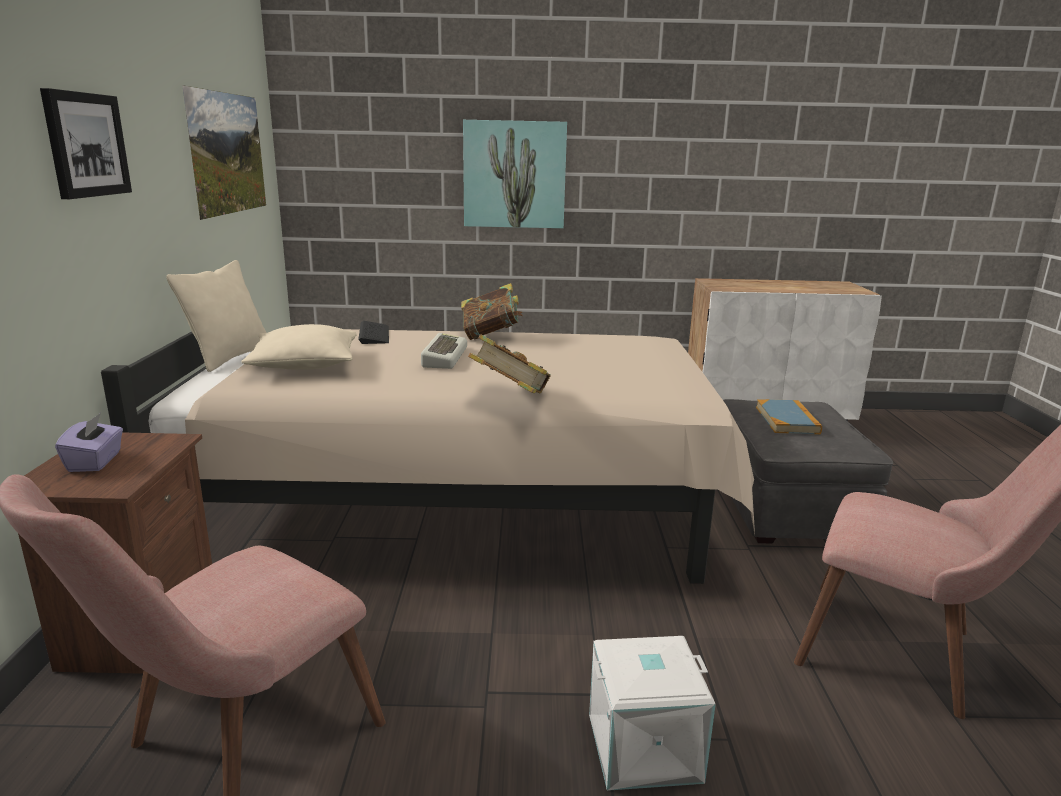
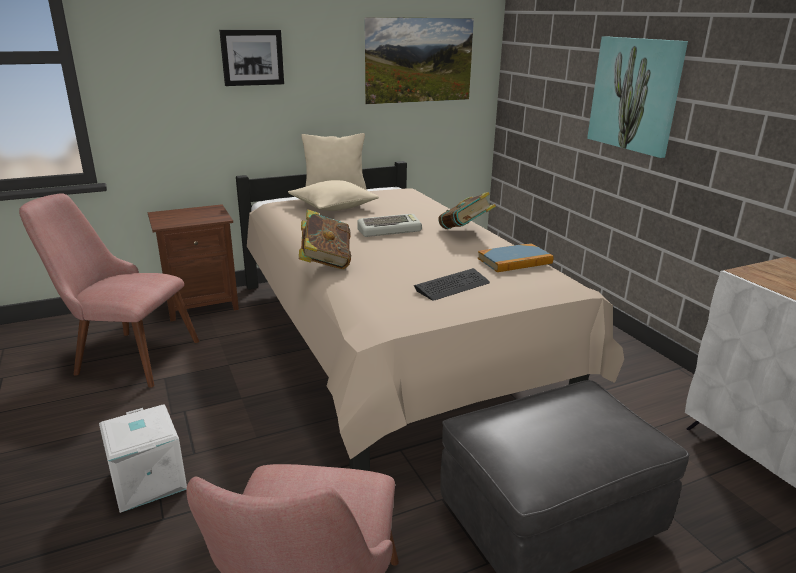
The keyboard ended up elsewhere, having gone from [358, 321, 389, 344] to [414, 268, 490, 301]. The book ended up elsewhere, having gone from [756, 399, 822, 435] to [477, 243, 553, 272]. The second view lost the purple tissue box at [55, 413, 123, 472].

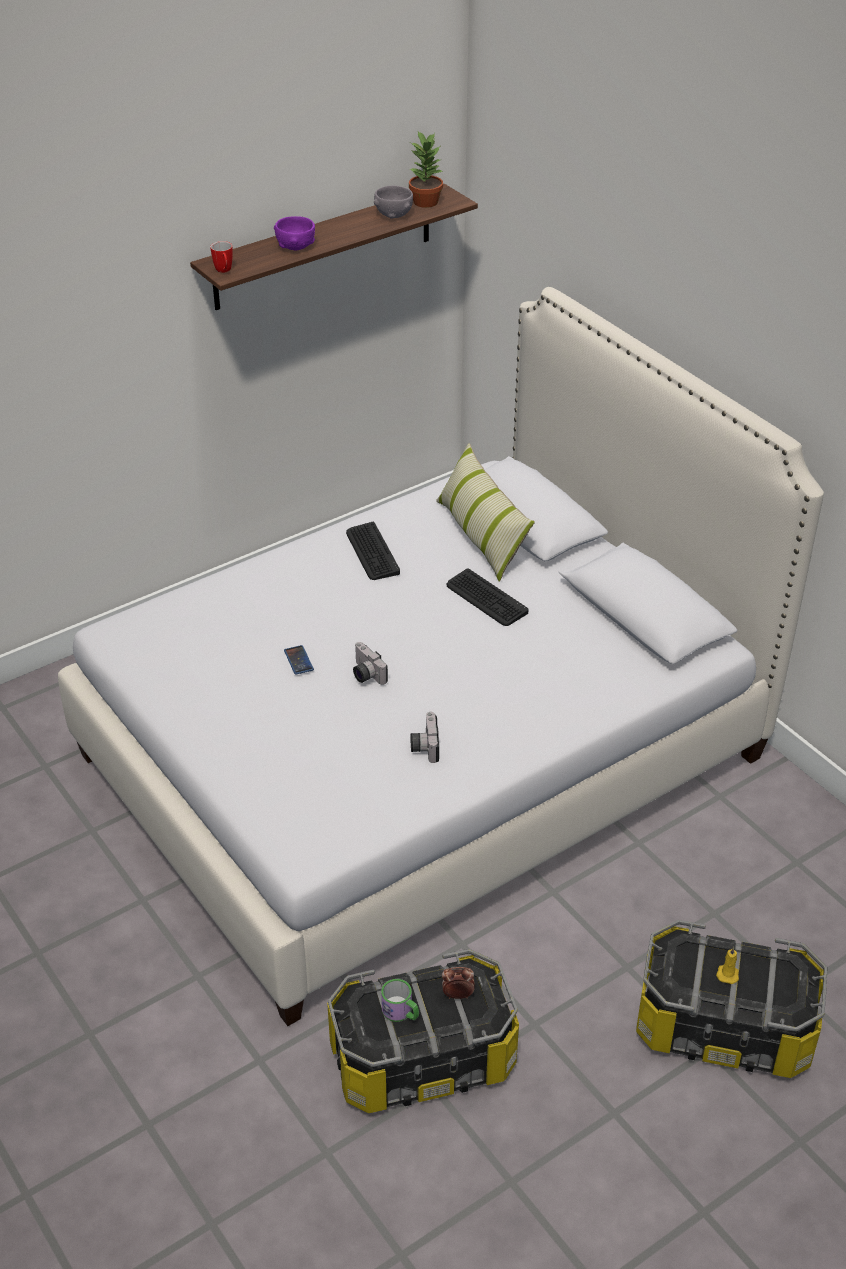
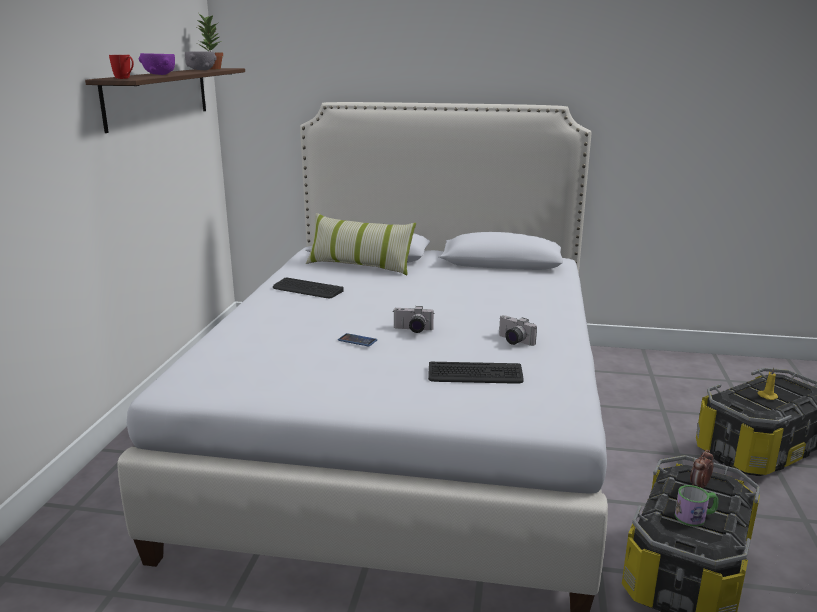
The keyboard ended up elsewhere, having gone from [447, 568, 528, 626] to [428, 362, 524, 384].

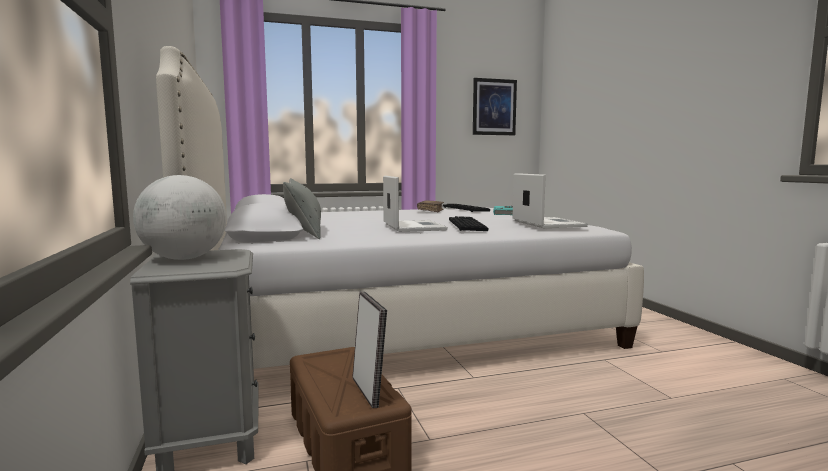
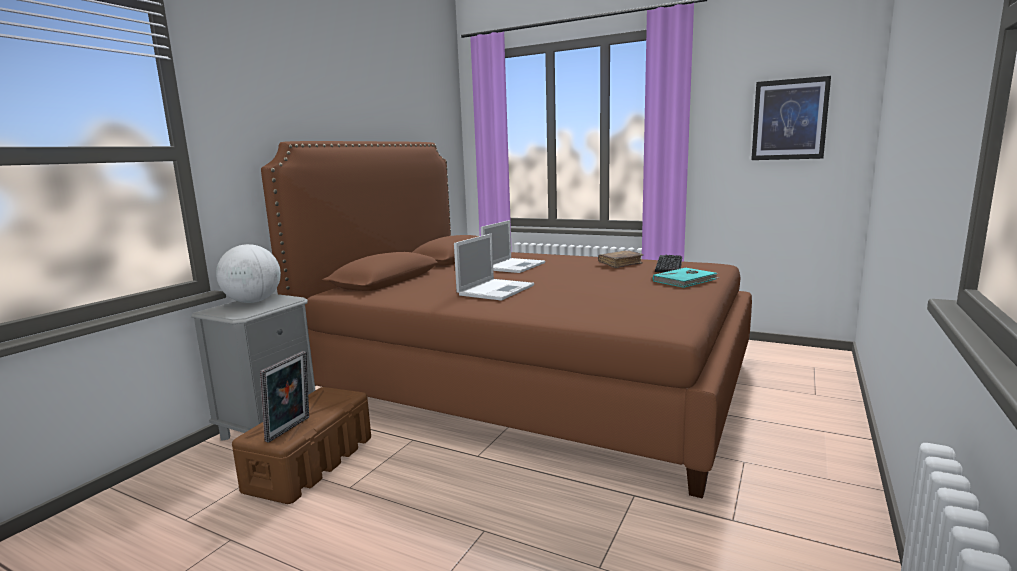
What was the white bed at [156, 46, 644, 369] turned into the brown bed at [261, 141, 752, 499]. The laptop ended up elsewhere, having gone from [512, 173, 588, 228] to [481, 220, 545, 273]. The second view lost the grey pillow at [283, 178, 321, 239]. The second view lost the keyboard at [449, 216, 488, 231].

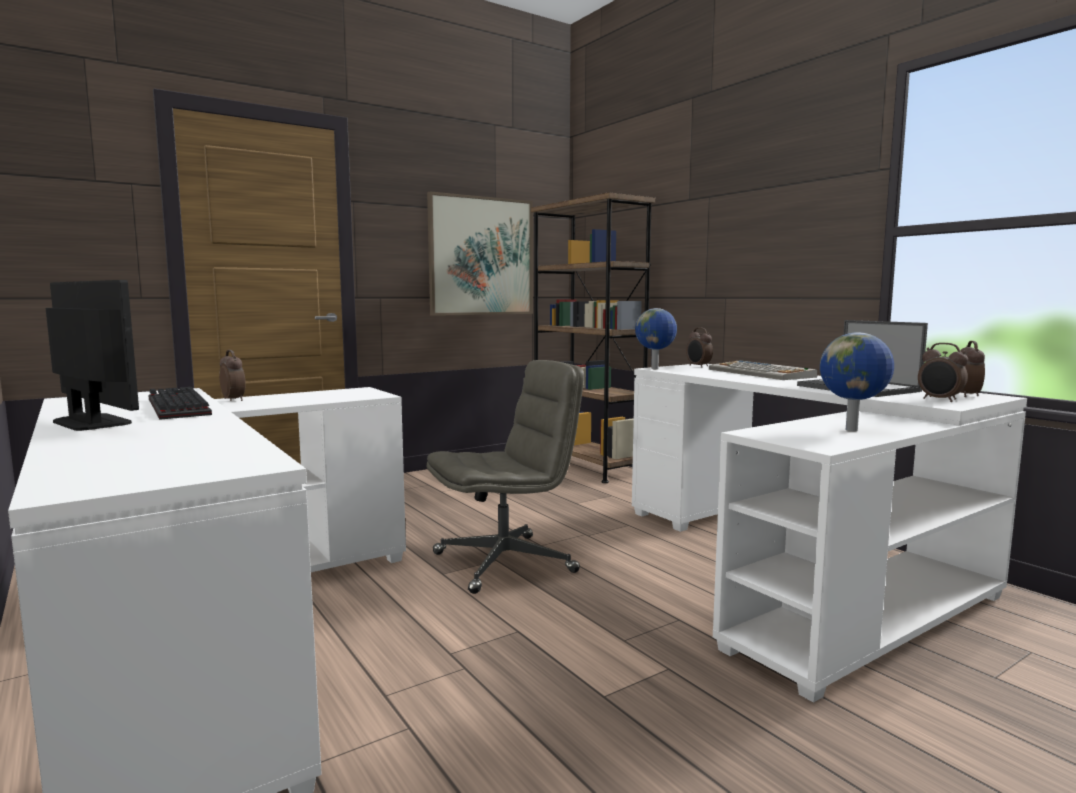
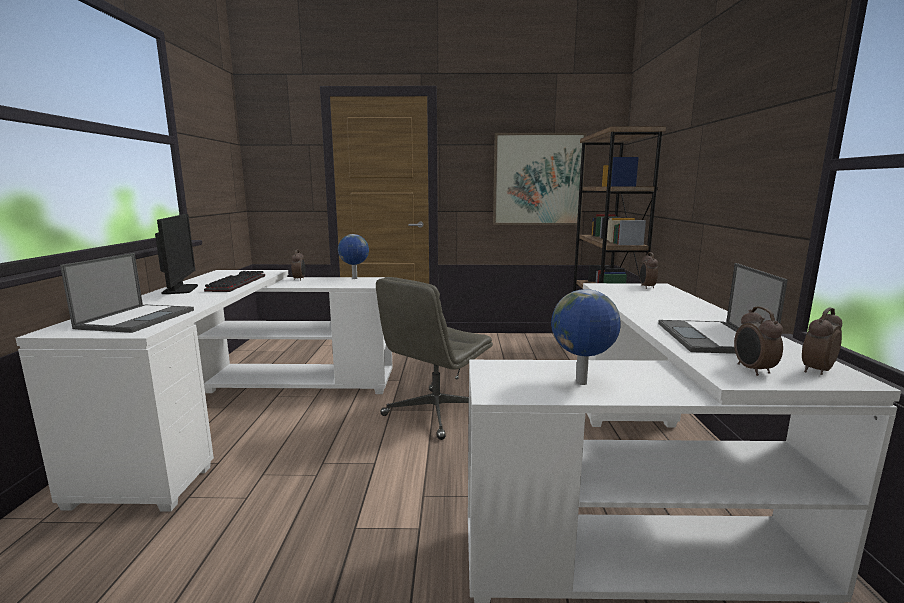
The globe ended up elsewhere, having gone from [635, 308, 677, 369] to [338, 234, 369, 279]. The grey office chair at [427, 360, 584, 594] ended up facing another way, 120 degrees clockwise from before. The second view lost the keyboard at [709, 360, 817, 380]. The second view gained the laptop at [60, 253, 194, 333].

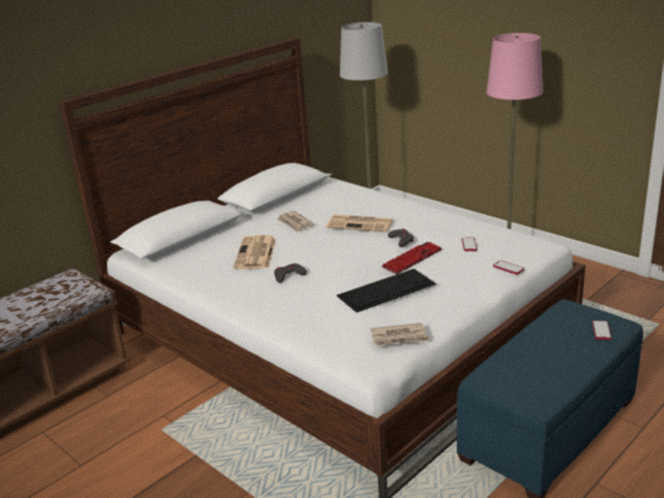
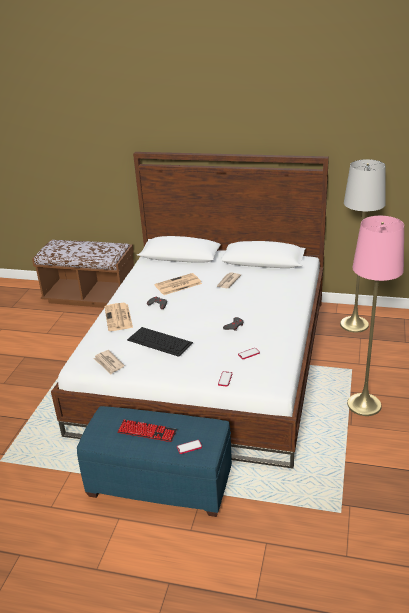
The newspaper ended up elsewhere, having gone from [326, 215, 393, 232] to [104, 303, 133, 331]. The keyboard ended up elsewhere, having gone from [382, 242, 442, 274] to [117, 419, 177, 442].

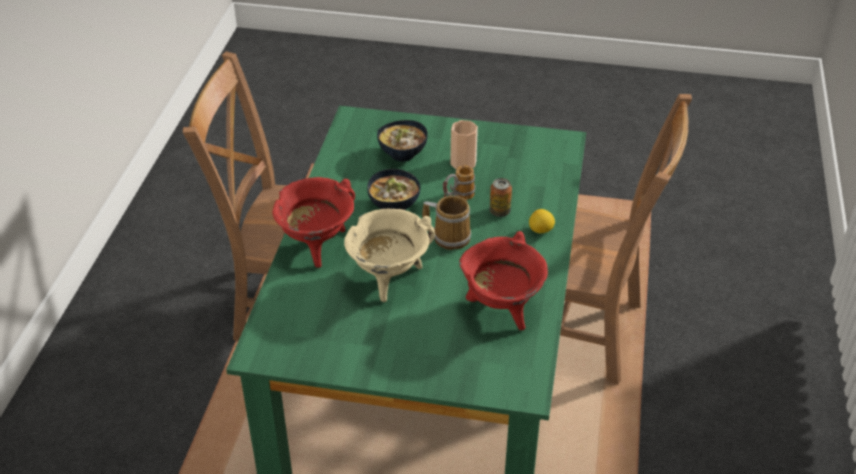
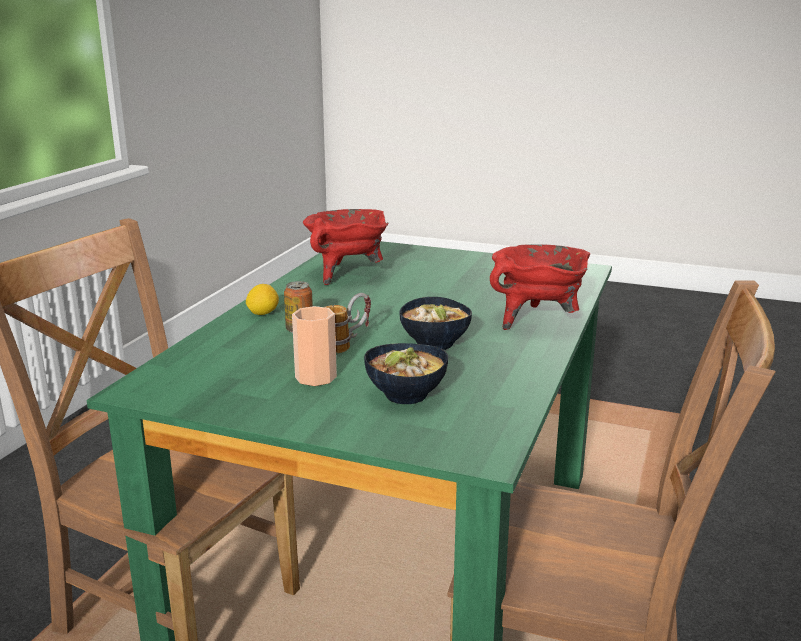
The second view lost the mug at [422, 195, 471, 250]. The second view lost the beige cooking pot at [344, 209, 435, 302].

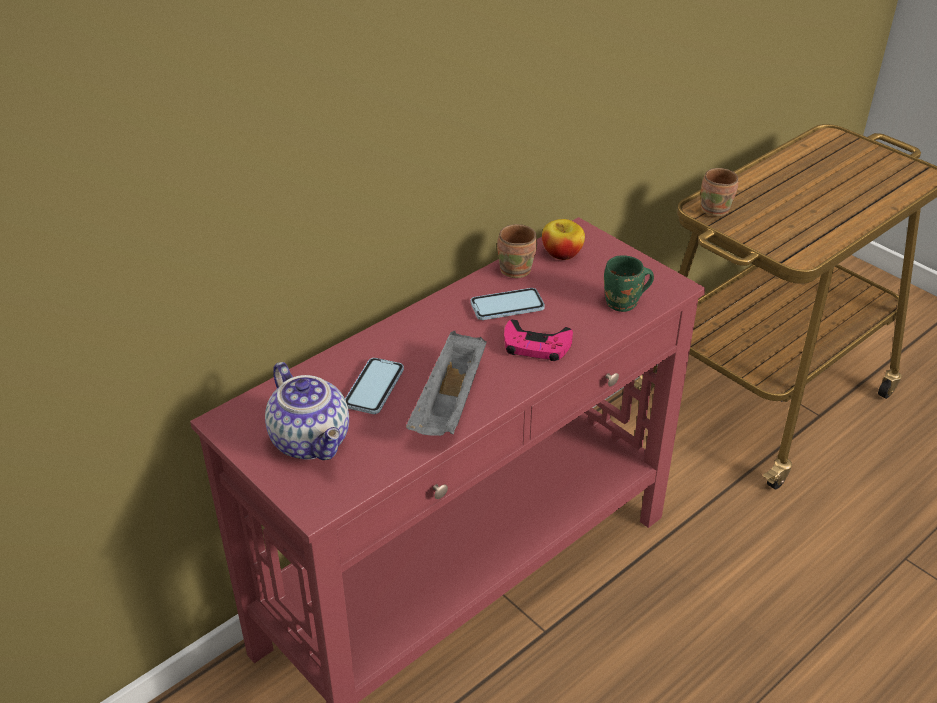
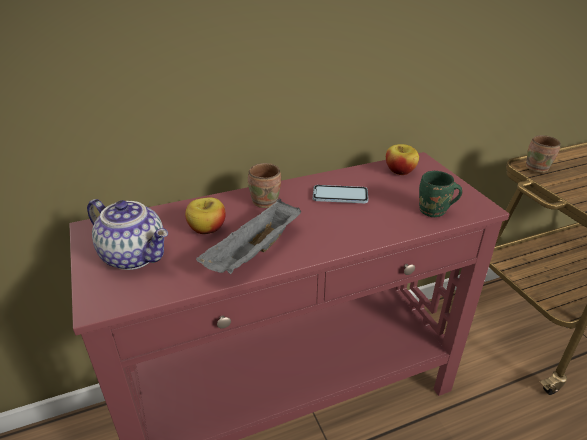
The brown mug ended up elsewhere, having gone from [497, 224, 537, 278] to [248, 163, 281, 208]. The second view lost the pink game controller at [504, 319, 573, 361]. Where the phone stood at [345, 358, 404, 414], the apple came to stand at [185, 197, 226, 234]. The teapot at [265, 362, 349, 460] ended up facing another way, 45 degrees counterclockwise from before.

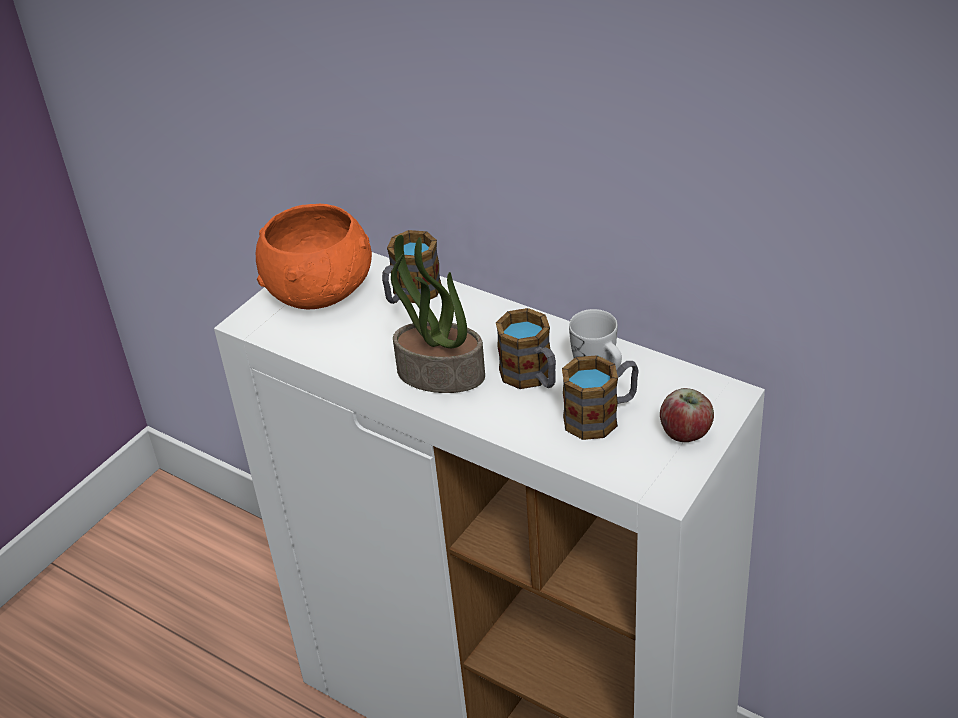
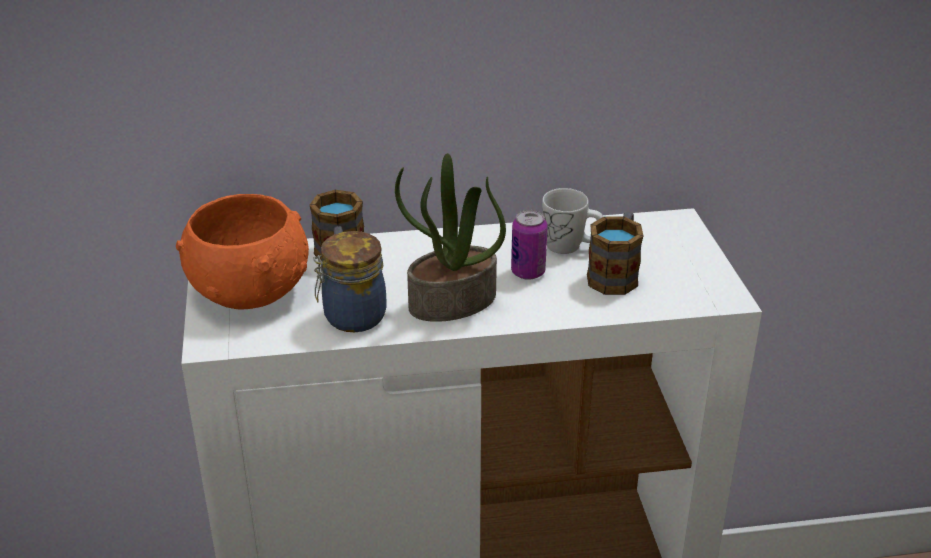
Where the mug stood at [496, 308, 556, 389], the can came to stand at [511, 210, 548, 280]. The second view lost the apple at [660, 388, 714, 442]. The second view gained the jar at [313, 231, 387, 332].

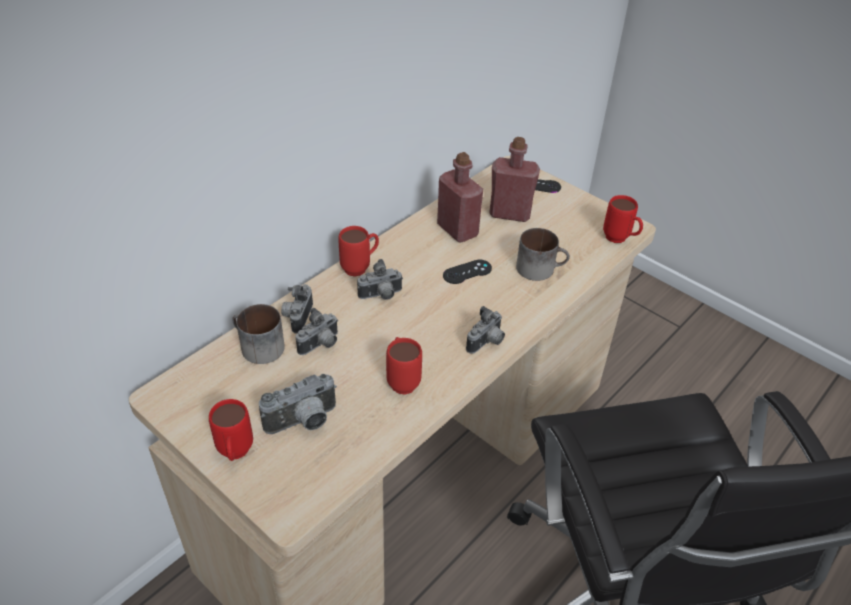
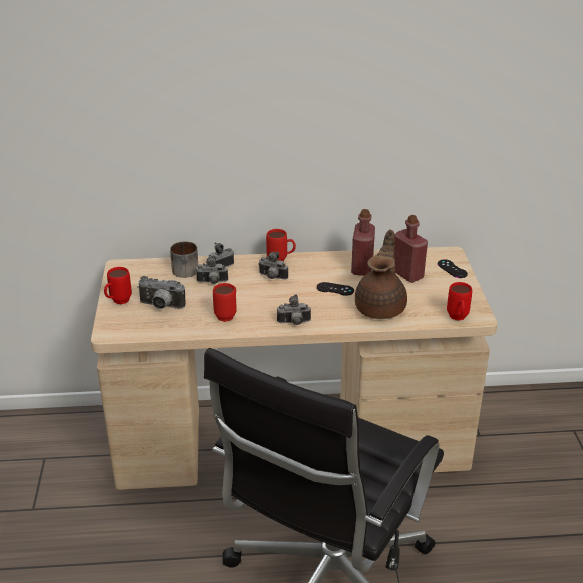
Where the mug stood at [516, 228, 570, 281], the brown teapot came to stand at [355, 229, 407, 319].

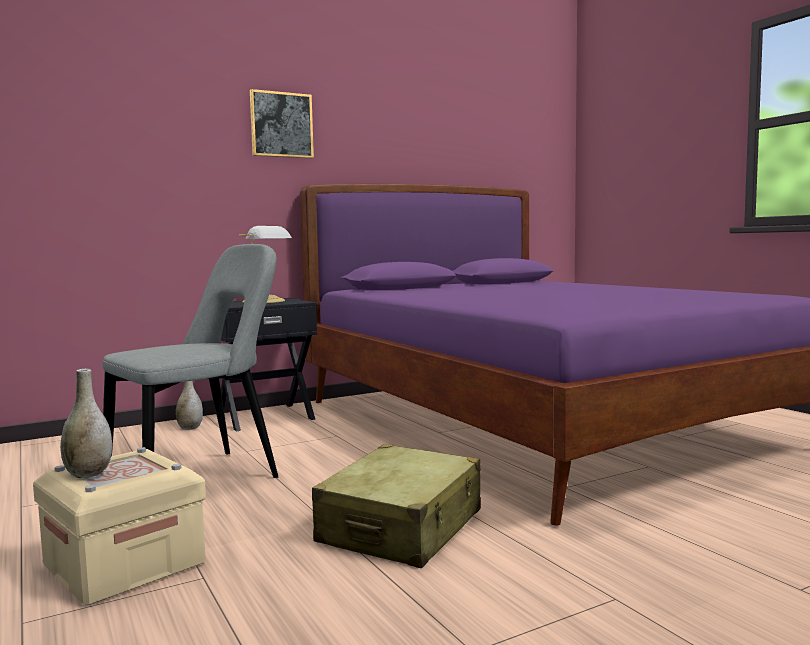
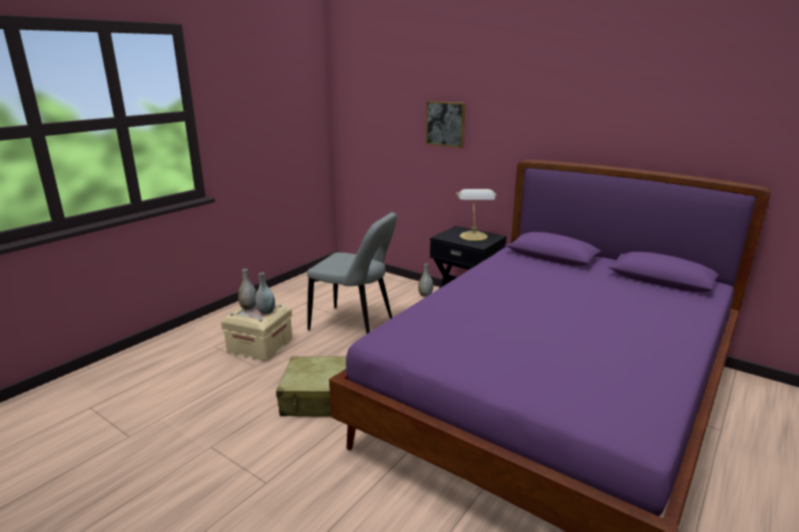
The picture ended up elsewhere, having gone from [250, 89, 314, 158] to [426, 101, 465, 148]. The second view gained the grey vase at [255, 272, 275, 314].

